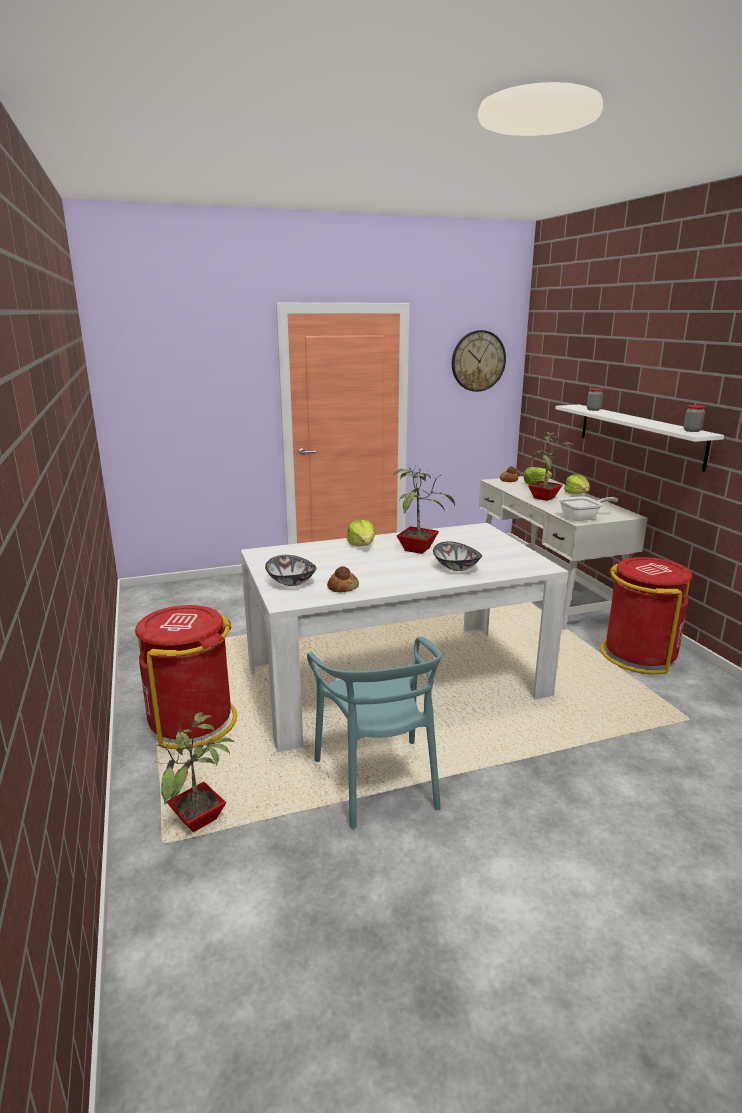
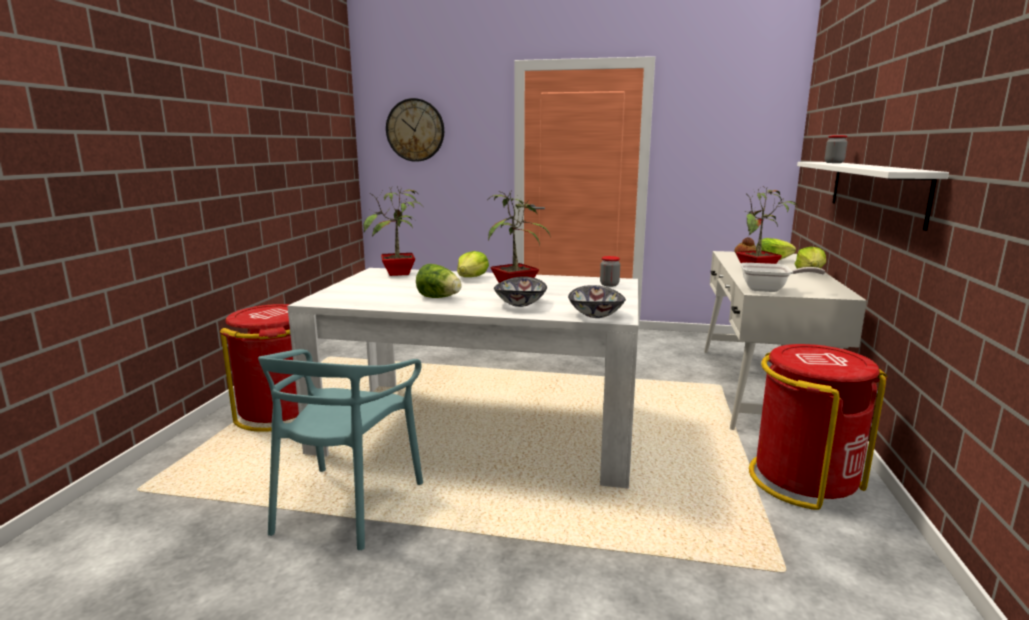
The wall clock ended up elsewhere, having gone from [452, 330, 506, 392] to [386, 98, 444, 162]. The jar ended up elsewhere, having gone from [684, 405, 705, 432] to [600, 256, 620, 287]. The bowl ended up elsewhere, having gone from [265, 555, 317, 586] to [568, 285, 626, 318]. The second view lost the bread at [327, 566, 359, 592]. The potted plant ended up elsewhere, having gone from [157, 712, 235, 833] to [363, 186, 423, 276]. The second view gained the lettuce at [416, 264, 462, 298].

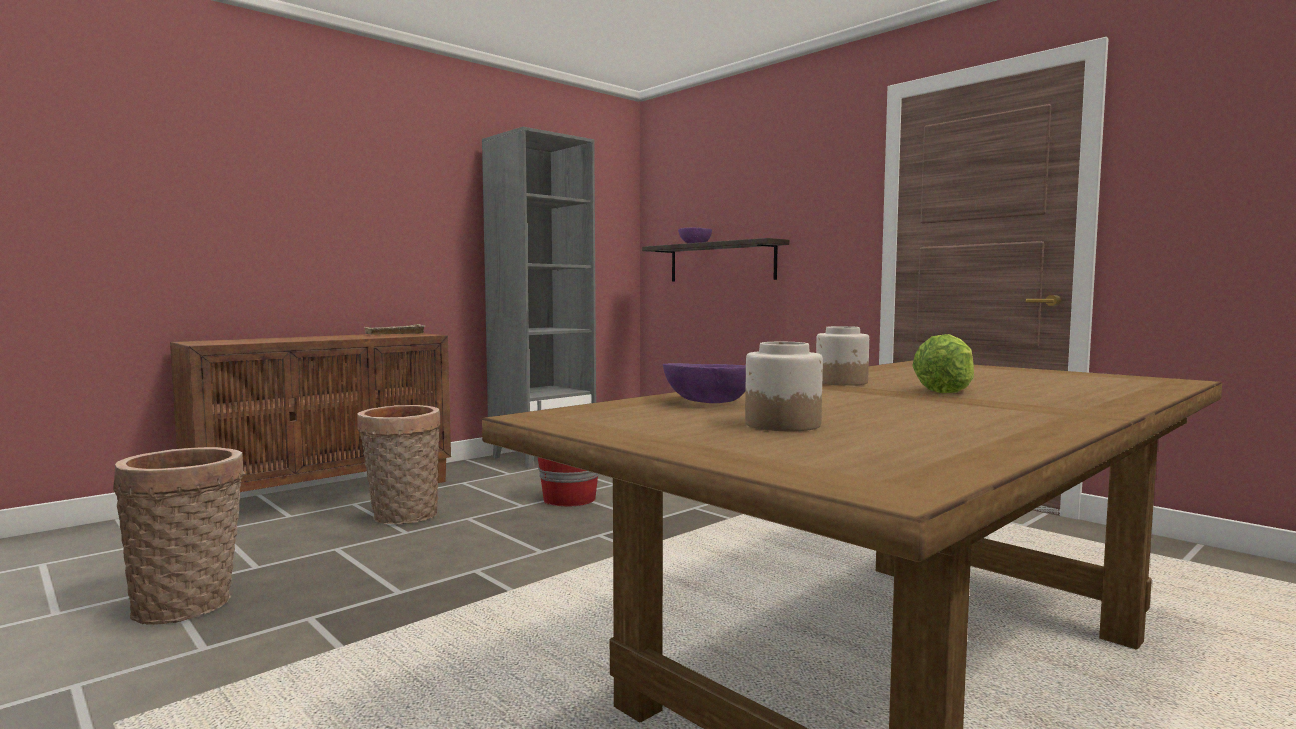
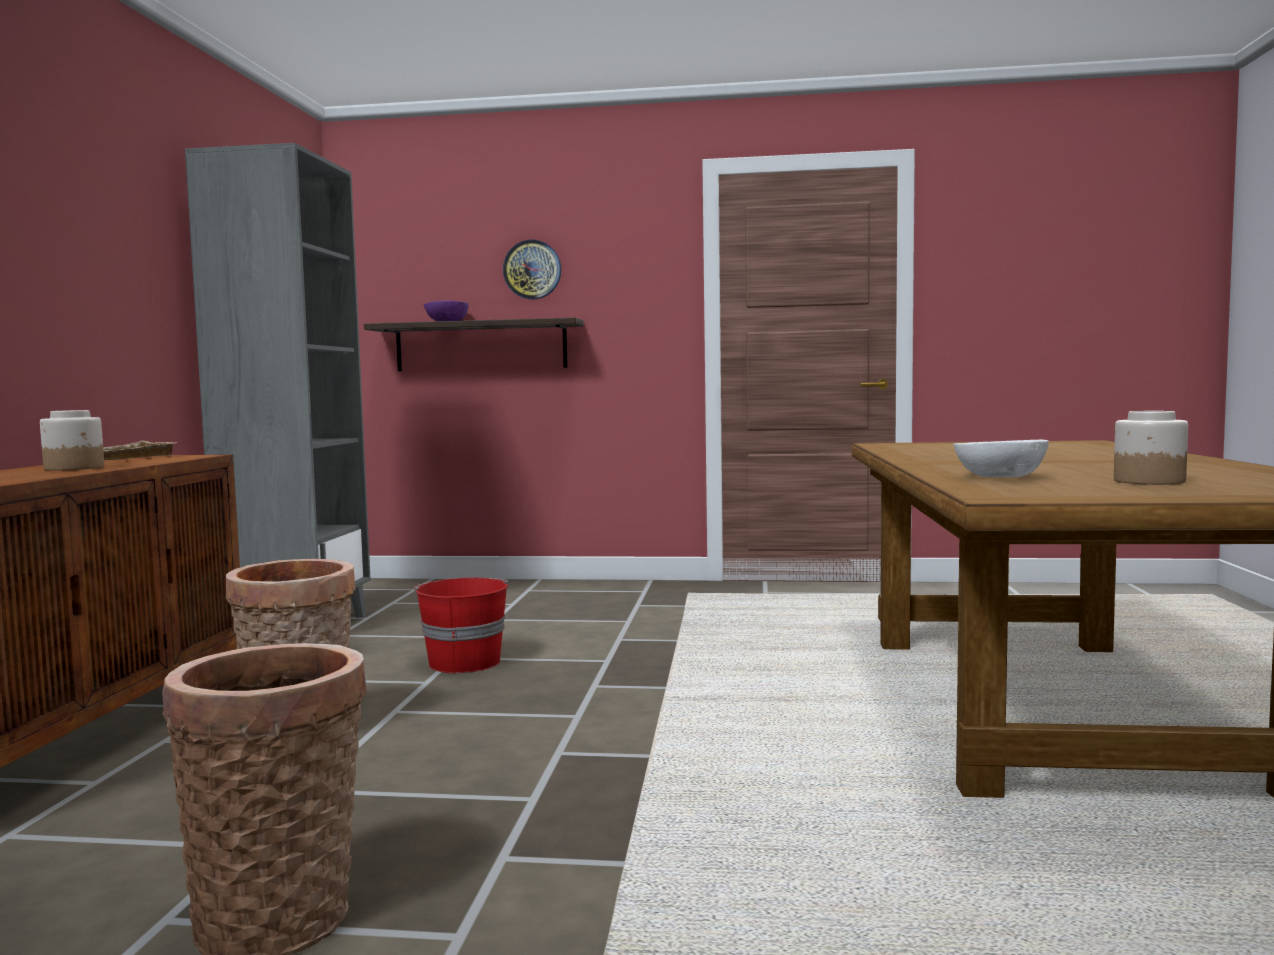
The jar ended up elsewhere, having gone from [816, 326, 869, 386] to [40, 410, 104, 471]. The second view lost the lettuce at [912, 334, 974, 393]. What was the purple bowl at [663, 363, 746, 403] turned into the white bowl at [953, 440, 1049, 477]. The second view gained the wall clock at [503, 239, 561, 300].

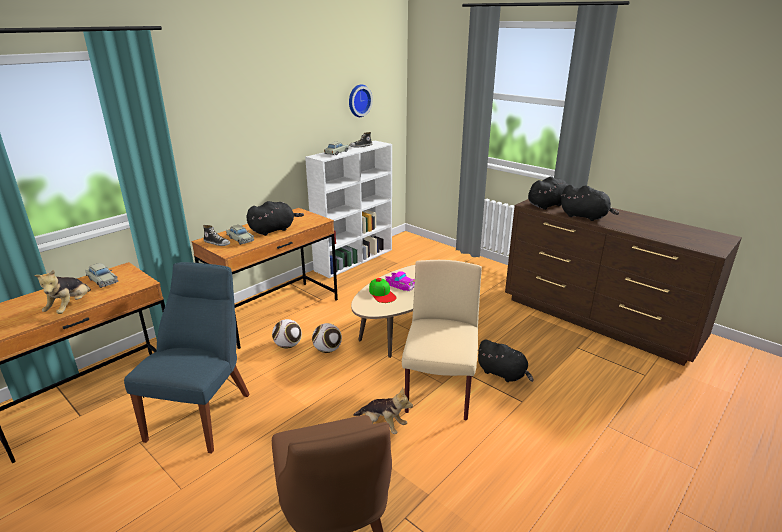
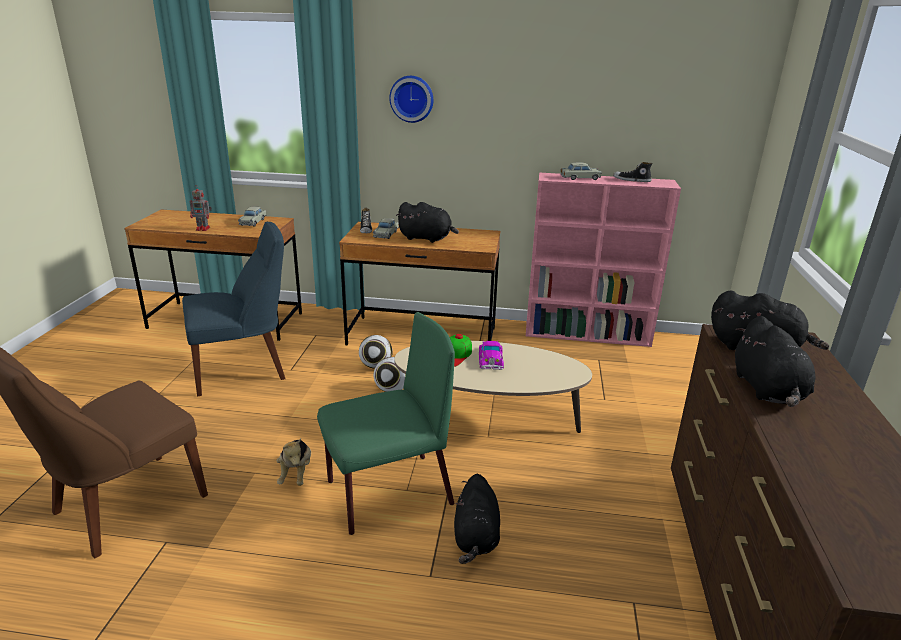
The wall clock ended up elsewhere, having gone from [349, 84, 373, 117] to [389, 76, 433, 123]. What was the white bookcase at [305, 141, 392, 278] turned into the pink bookcase at [526, 173, 681, 347]. What was the beige chair at [402, 260, 482, 421] turned into the green chair at [317, 312, 455, 535]. Where the plush toy stood at [34, 269, 91, 314], the toy robot came to stand at [190, 186, 212, 231].

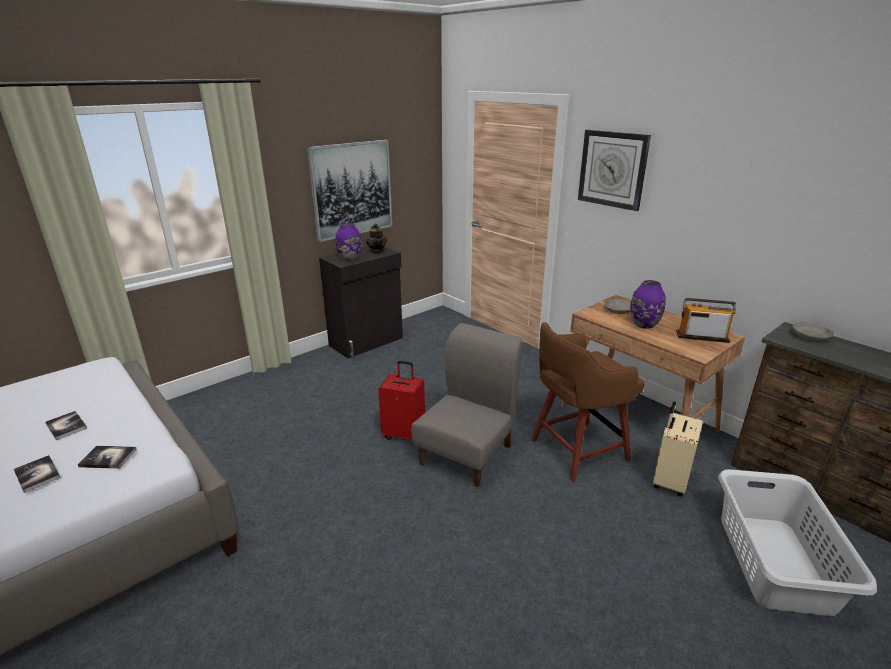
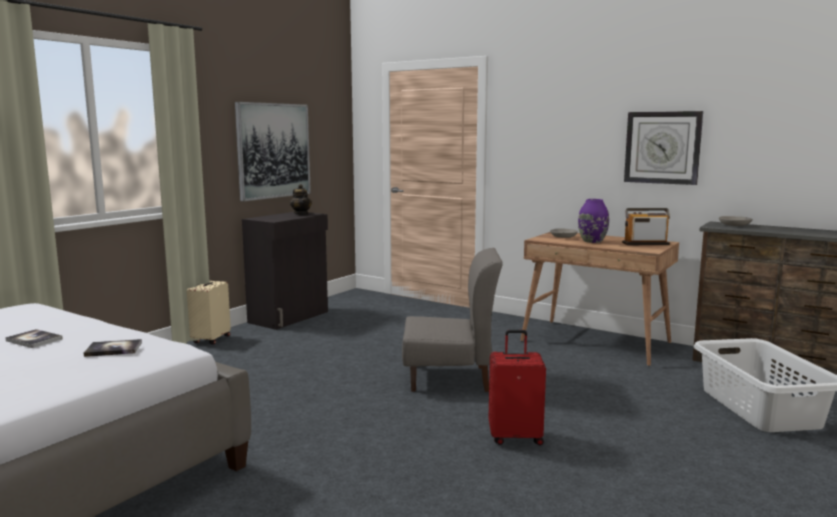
The wall clock ended up elsewhere, having gone from [578, 130, 651, 211] to [624, 111, 703, 185]. The second view lost the purple vase at [336, 223, 362, 261]. The second view lost the brown stool at [531, 322, 645, 482]. The grey chair at [411, 323, 523, 487] ended up facing another way, 75 degrees clockwise from before. The red suitcase ended up elsewhere, having gone from [378, 361, 425, 440] to [489, 330, 546, 445]. The beige suitcase ended up elsewhere, having gone from [653, 401, 703, 497] to [187, 281, 231, 345]. The second view lost the book at [14, 455, 61, 493].

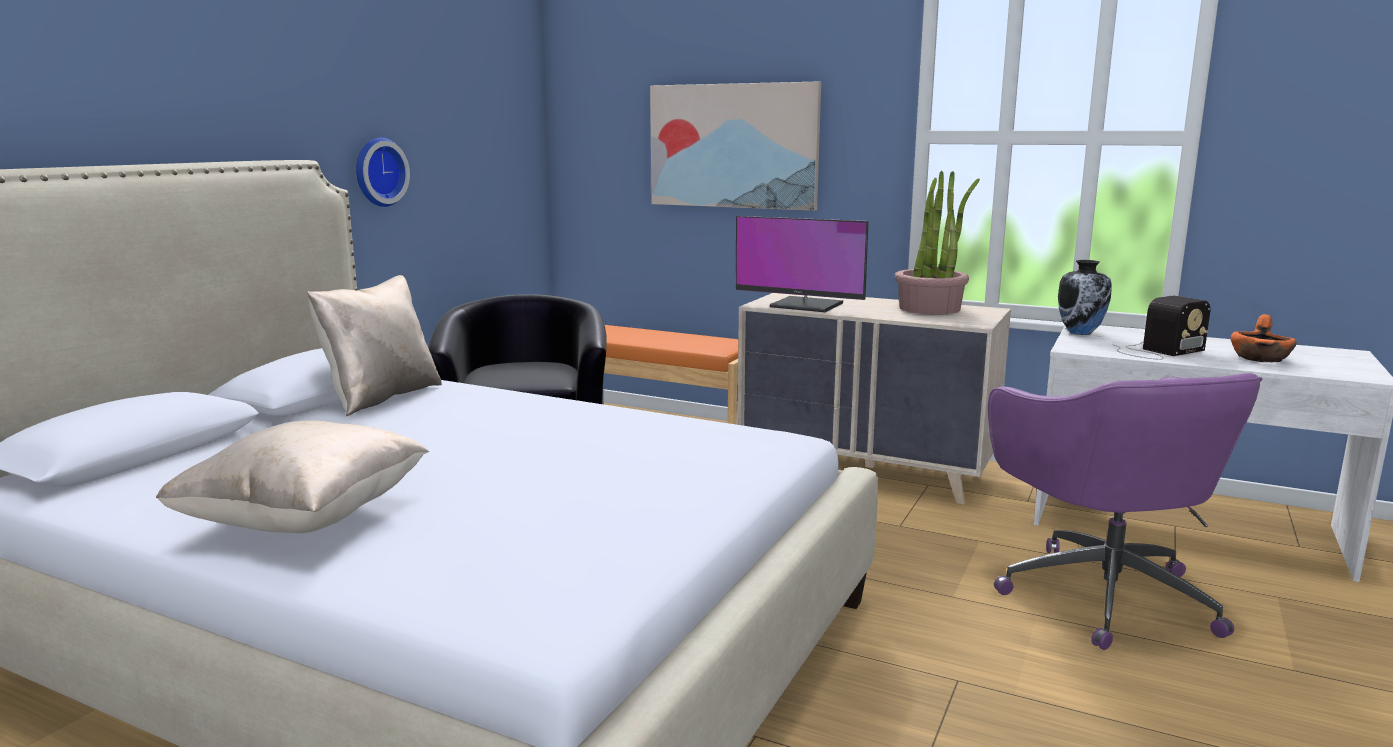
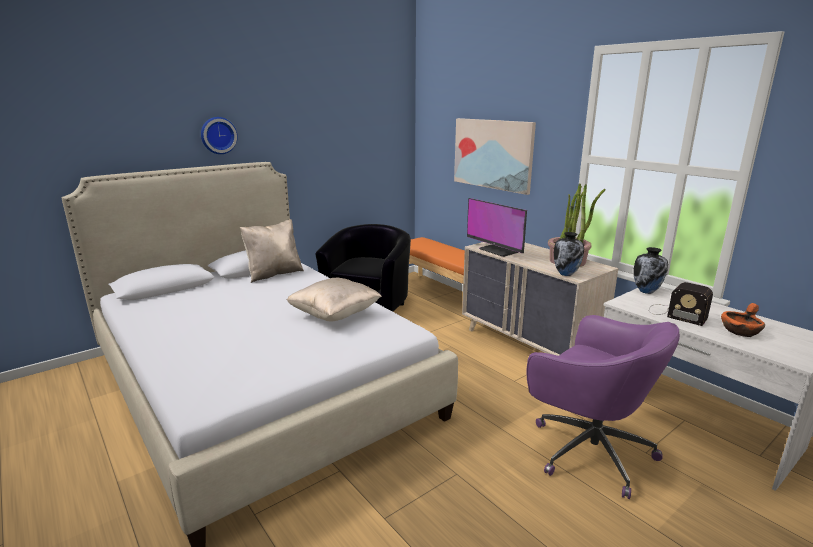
The wall clock ended up elsewhere, having gone from [356, 137, 410, 207] to [201, 117, 238, 154]. The radio at [1113, 296, 1211, 360] ended up facing another way, 45 degrees clockwise from before. The purple office chair at [988, 373, 1262, 650] ended up facing another way, 60 degrees counterclockwise from before. The beige pillow ended up elsewhere, having gone from [156, 420, 429, 533] to [287, 278, 382, 322]. The second view gained the vase at [554, 232, 584, 276].

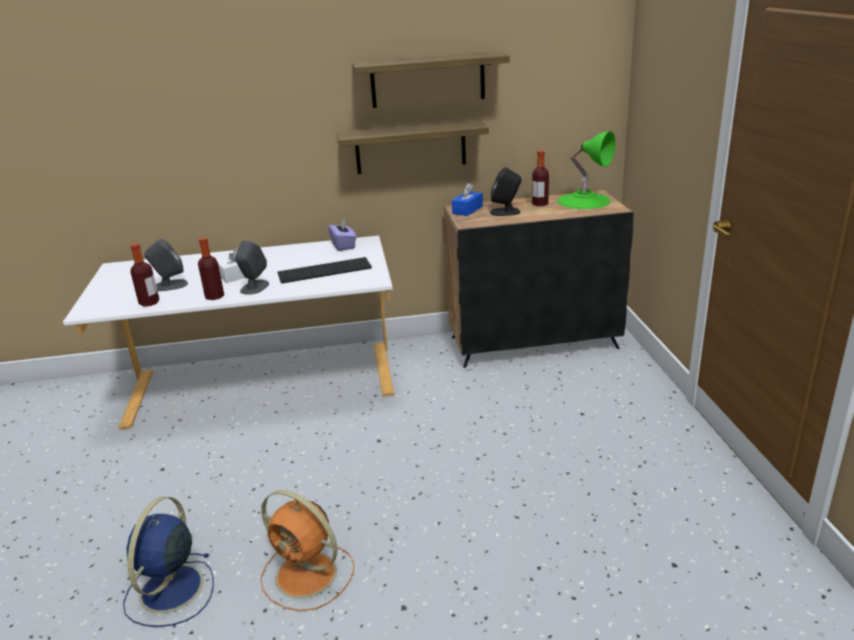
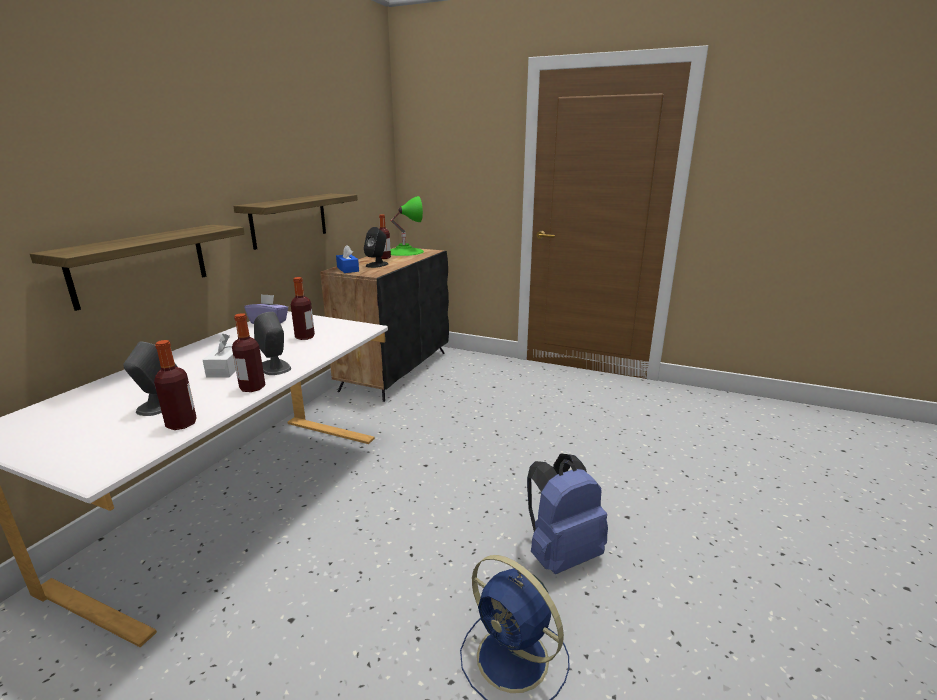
The shelf ended up elsewhere, having gone from [352, 51, 510, 108] to [30, 225, 245, 311]. Where the keyboard stood at [277, 257, 372, 284], the bottle came to stand at [291, 277, 315, 340]. Where the orange fan stood at [261, 490, 354, 611], the blue backpack came to stand at [527, 453, 608, 574].

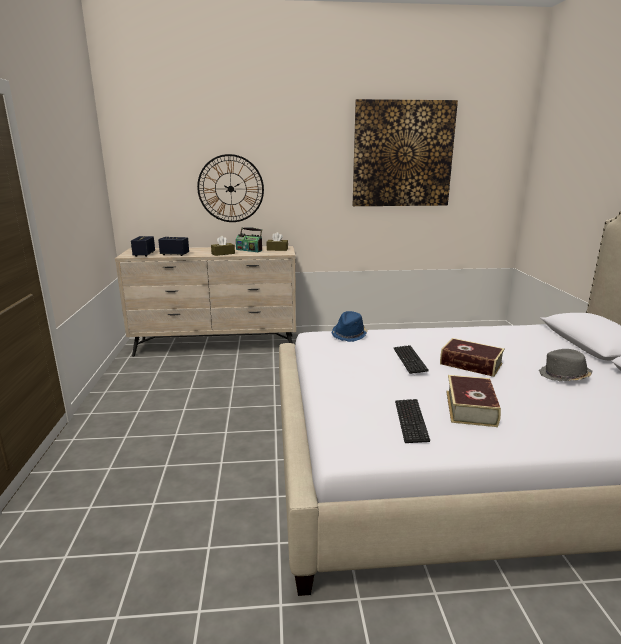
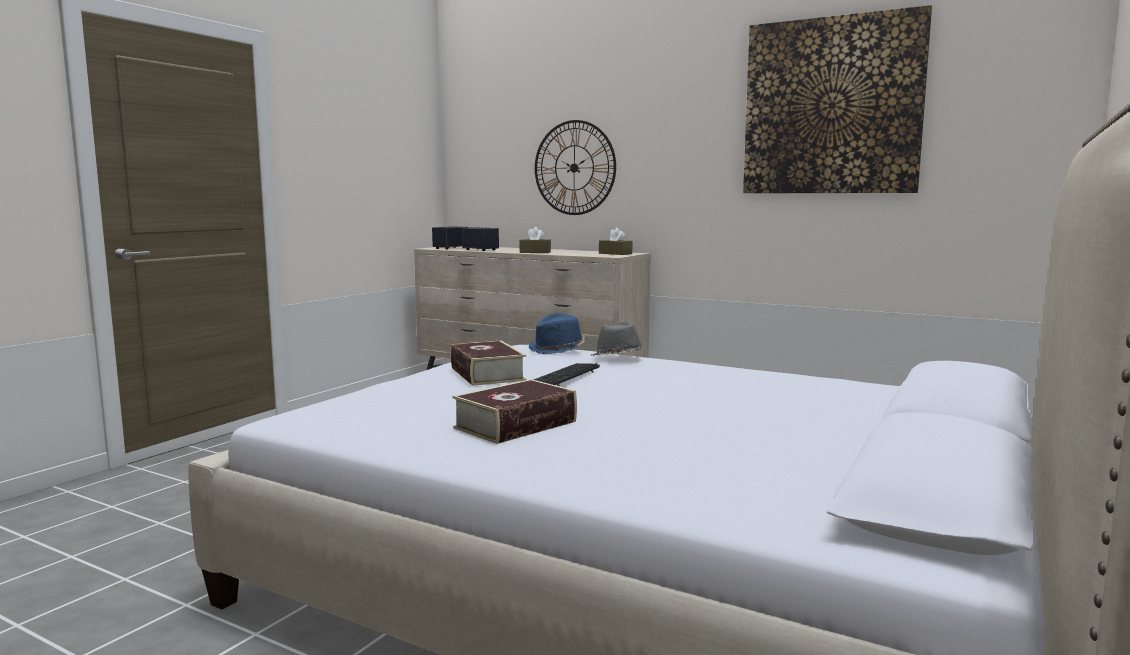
The second view lost the radio at [236, 227, 262, 252]. The book ended up elsewhere, having gone from [440, 338, 505, 377] to [450, 341, 526, 386]. The grey hat ended up elsewhere, having gone from [539, 349, 592, 382] to [591, 321, 646, 356]. The second view lost the keyboard at [395, 399, 430, 443].

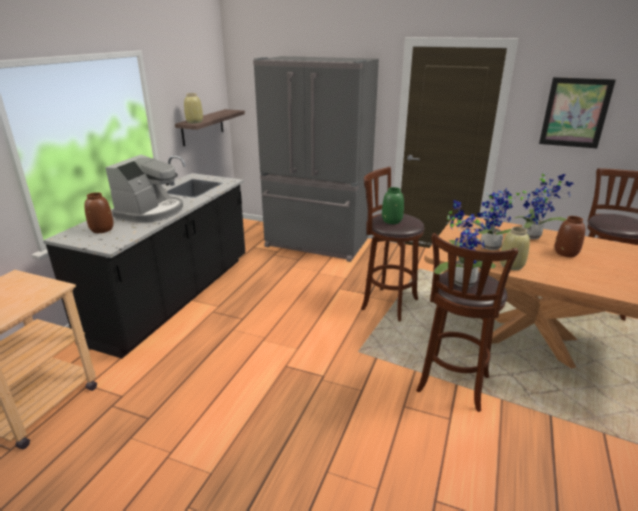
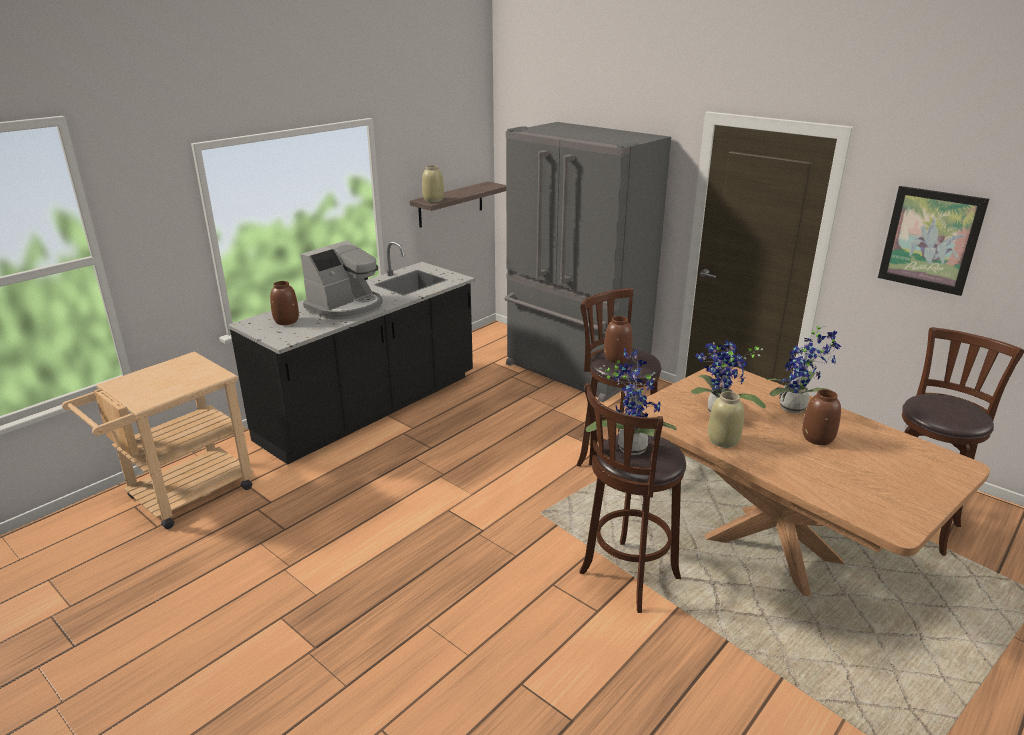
What was the green vase at [382, 187, 404, 224] turned into the brown vase at [604, 316, 632, 363].

